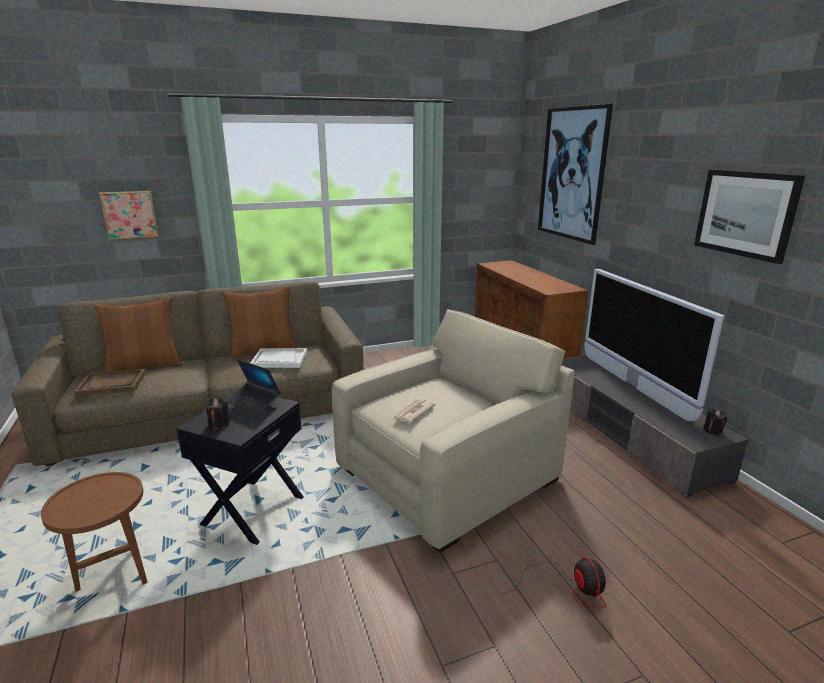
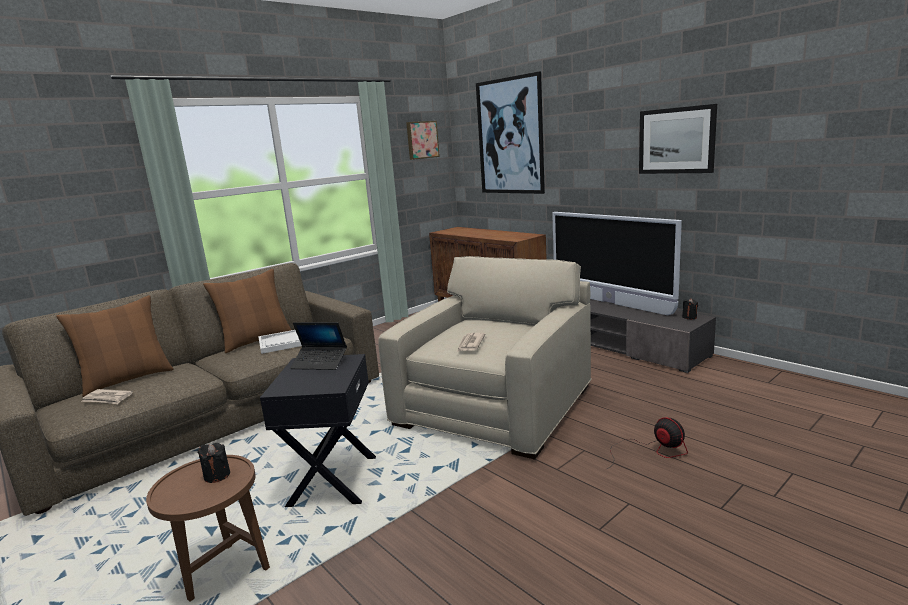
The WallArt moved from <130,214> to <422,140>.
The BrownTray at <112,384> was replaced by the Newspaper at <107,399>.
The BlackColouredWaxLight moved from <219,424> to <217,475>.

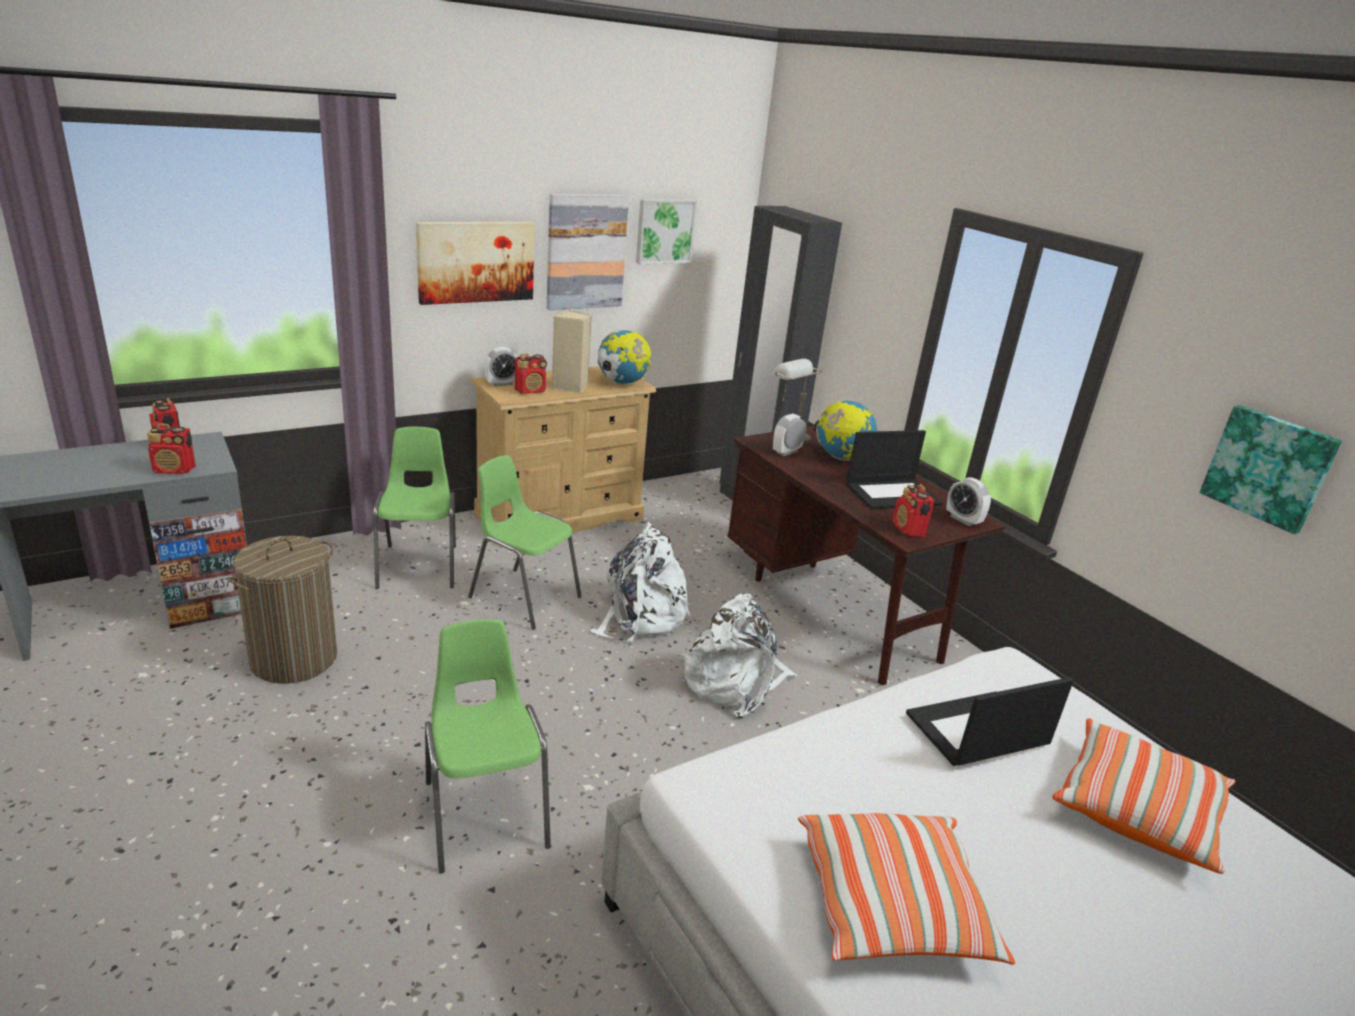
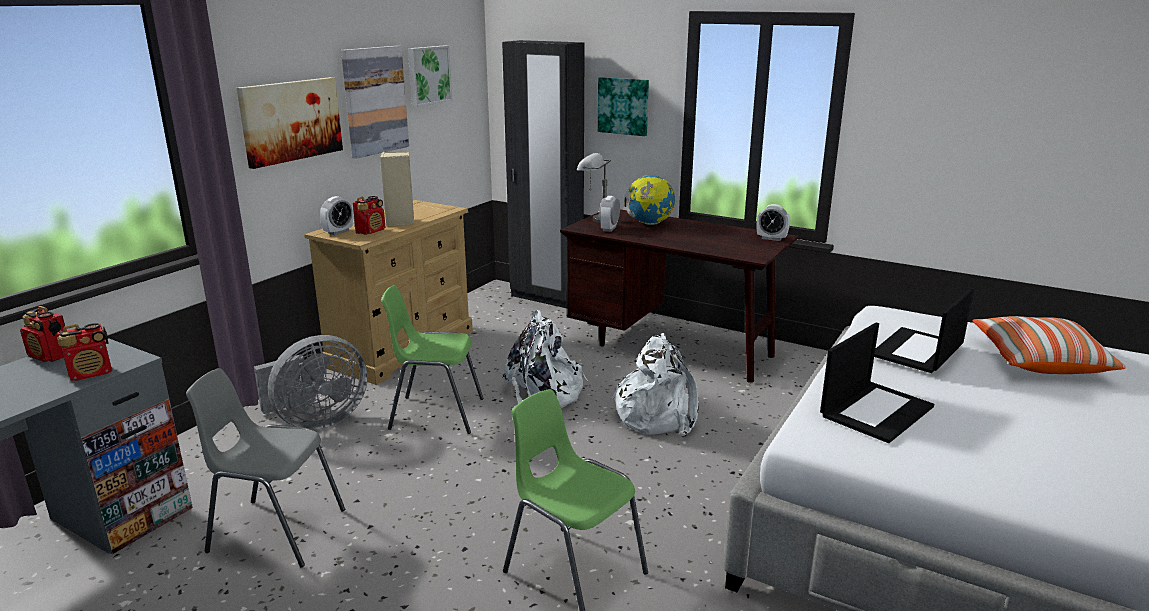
The Globe at <622,383> disappeared.
The WallArt moved from <1269,467> to <624,106>.
The GreenPlainChair at <419,566> was replaced by the GrayCoolingFan at <316,421>.
The Laptop moved from <893,494> to <876,410>.
The RadioSet at <908,530> disappeared.
The WashingBasket at <294,659> was replaced by the GrayPlainChair at <276,531>.
The Cushion at <892,907> disappeared.

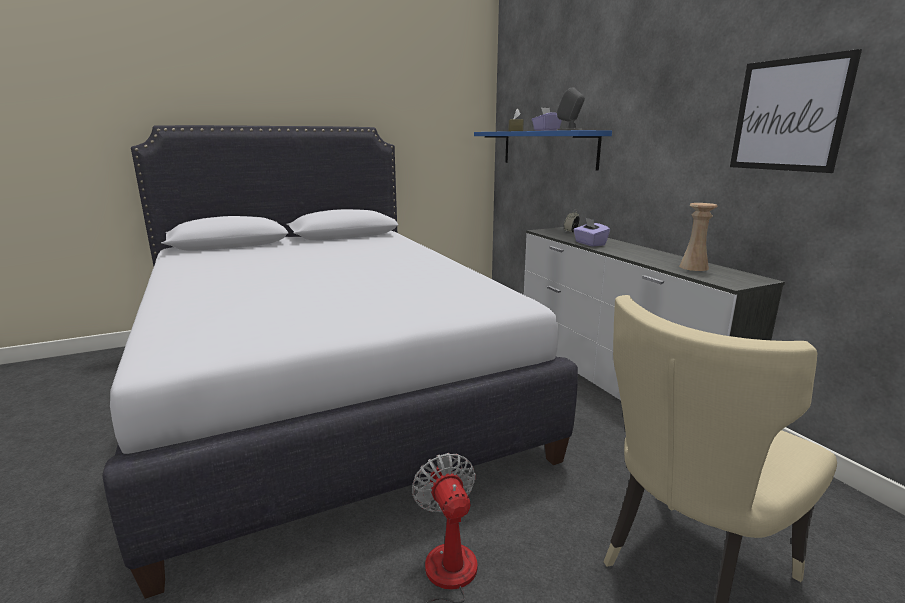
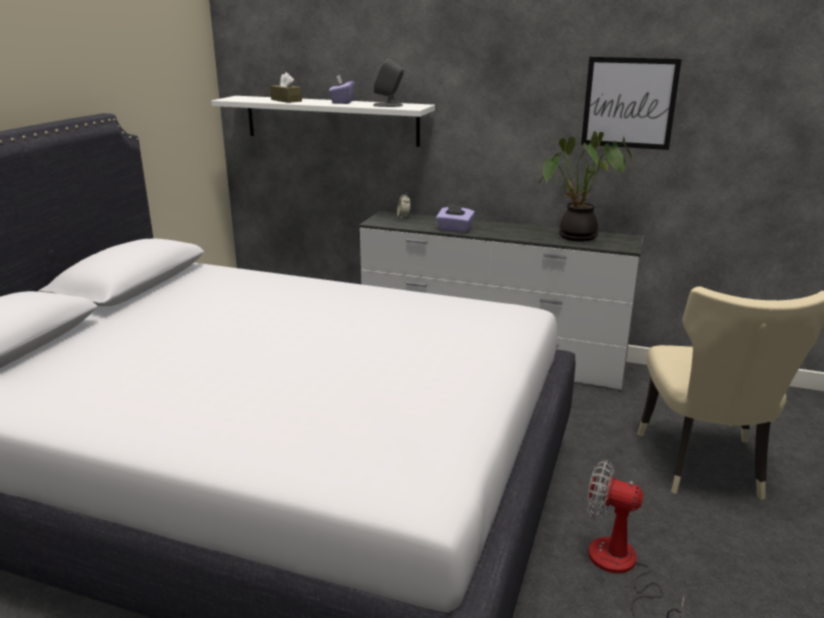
The BlueColouredBracketShelf at <547,148> became the WhitishBracketShelf at <331,120>.
The BeigeVase at <693,267> was replaced by the PottedPlant at <576,237>.

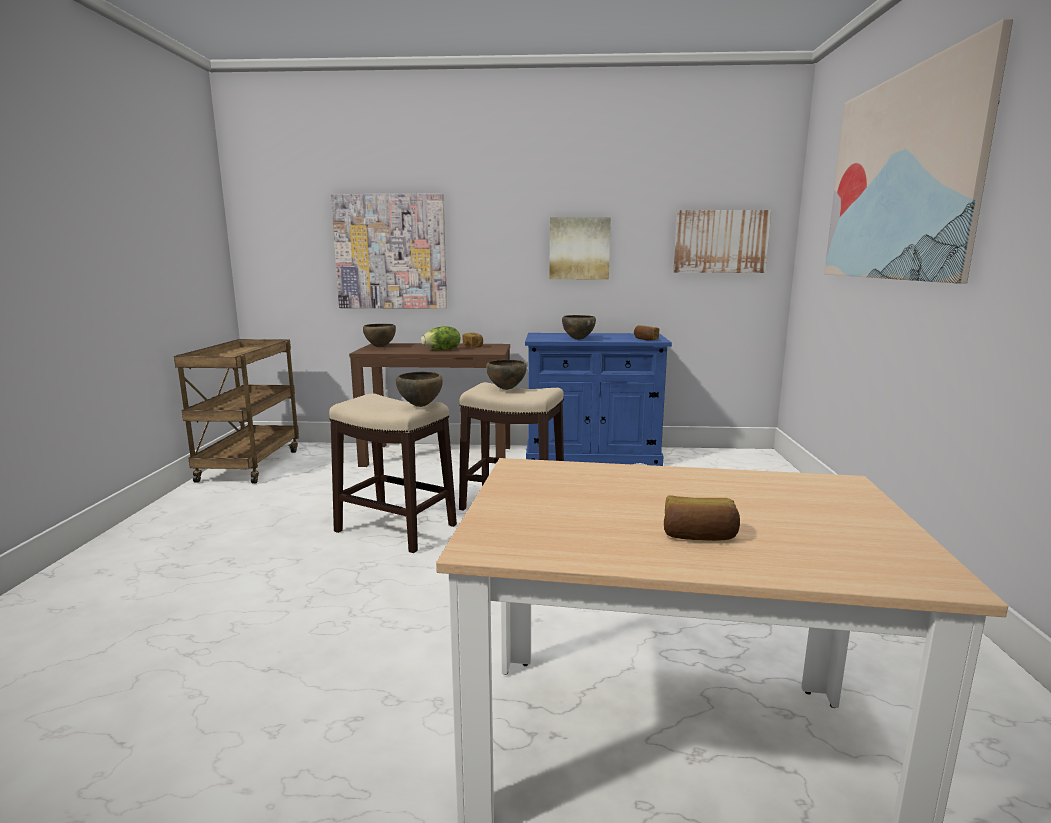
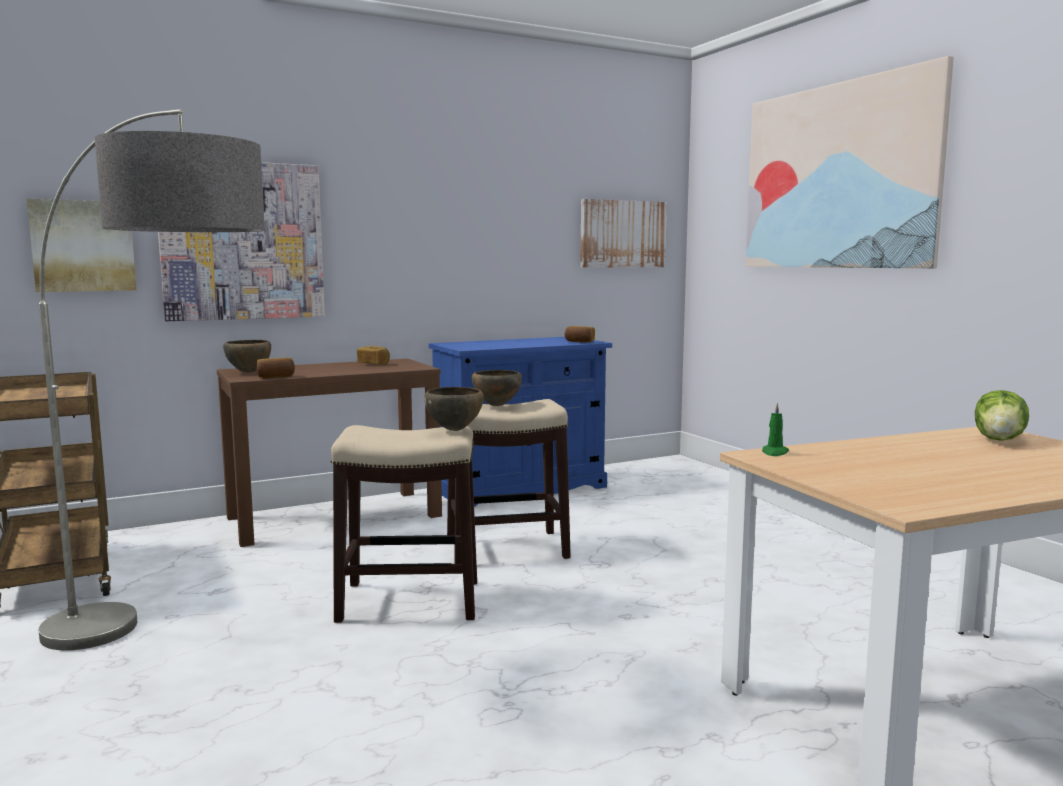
The WallArt moved from <579,248> to <83,246>.
The BrownBowl at <578,339> disappeared.
The LettuceHead moved from <442,350> to <1000,440>.
The BakeryBread moved from <698,536> to <275,377>.
The FloorLamp at <171,647> appeared.
The GreenWaxLight at <774,453> appeared.

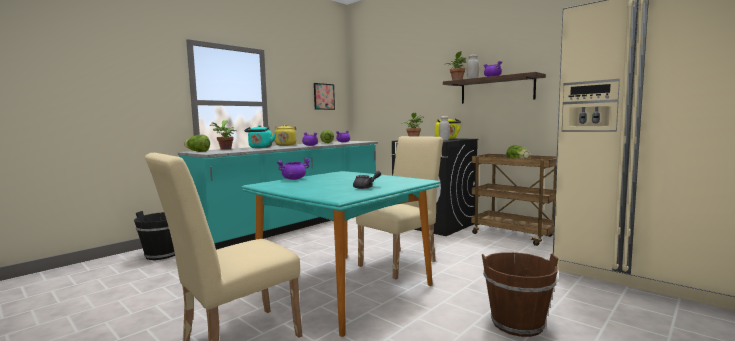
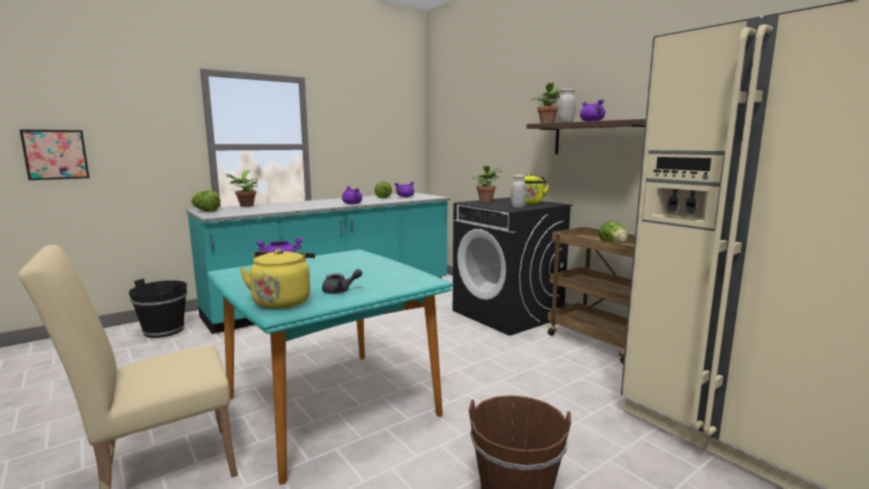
The WallArt moved from <324,96> to <56,154>.
The TurquoiseColouredWaterKettle at <260,147> disappeared.
The YellowColouredWaterKettle moved from <285,145> to <282,301>.
The BeigePlainChair at <401,261> disappeared.

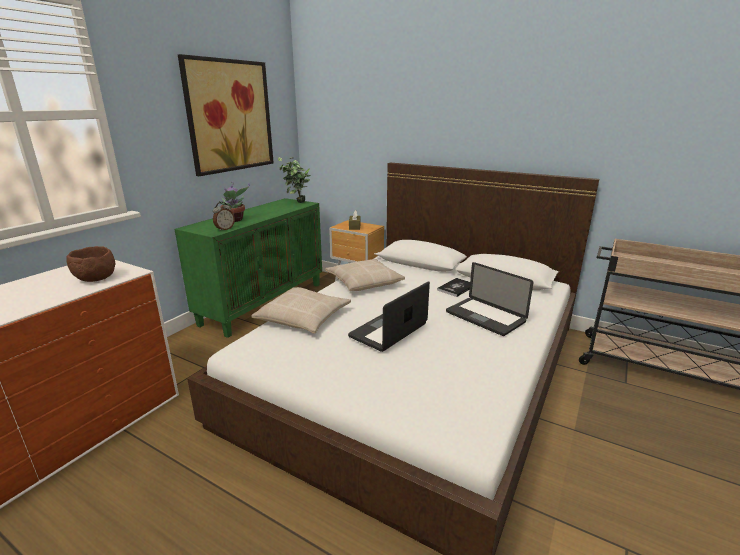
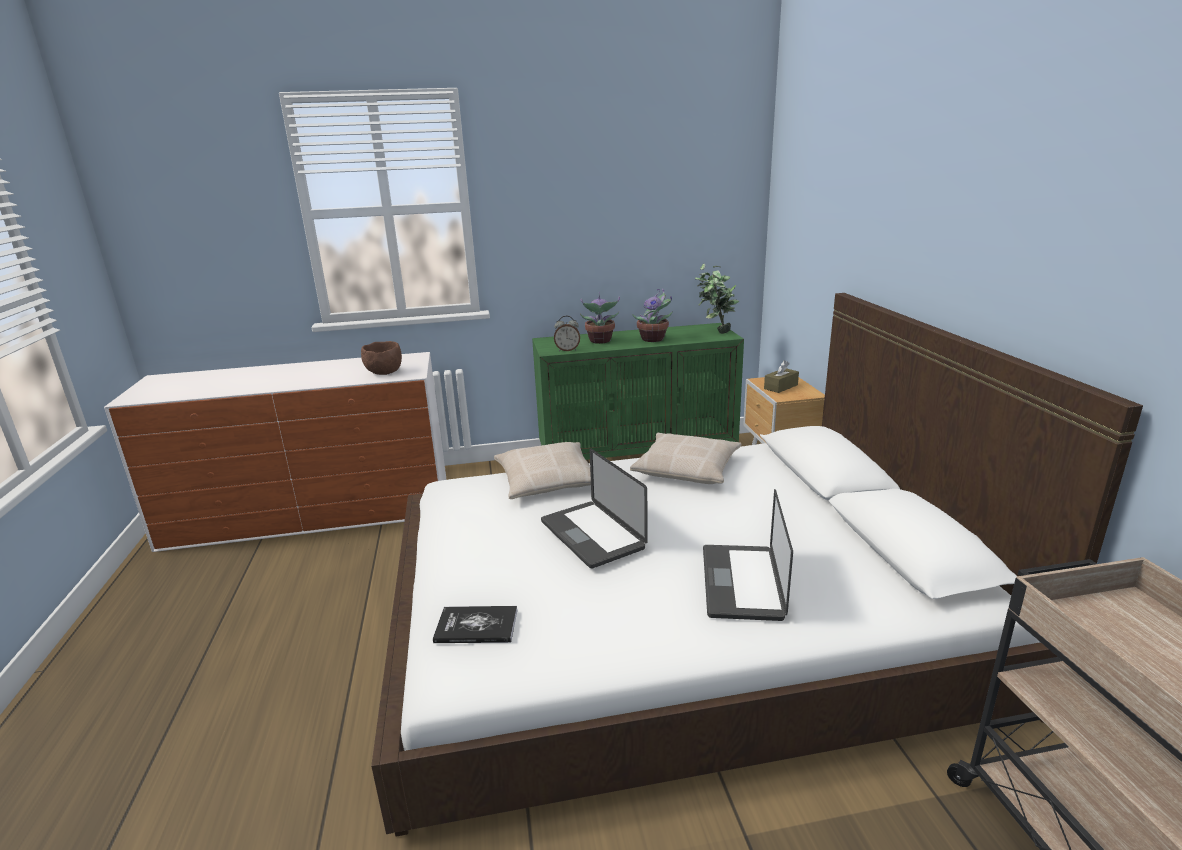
The WallArt at <230,116> disappeared.
The Volume moved from <456,288> to <476,626>.
The Laptop at <388,330> turned 120 degrees counterclockwise.
The PottedPlant at <654,339> appeared.

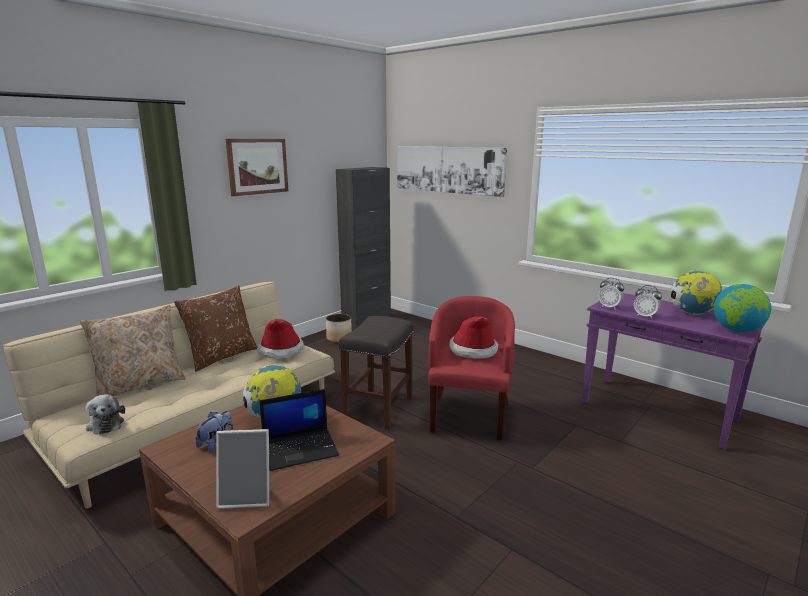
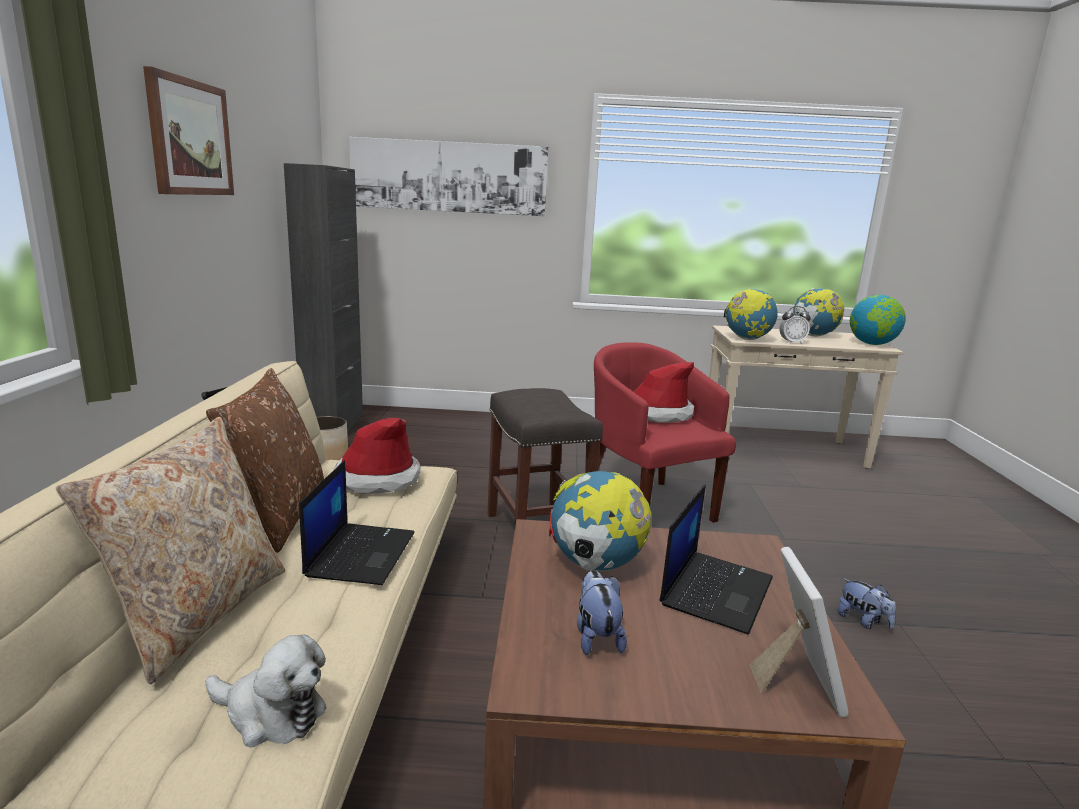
The AlarmClock at <609,307> was replaced by the Globe at <747,339>.
The PurpleColouredHallTable at <659,411> became the BeigeHallTable at <783,450>.
The PictureFrame at <247,496> turned 45 degrees counterclockwise.
The Laptop at <360,553> appeared.
The SoftToy at <863,621> appeared.

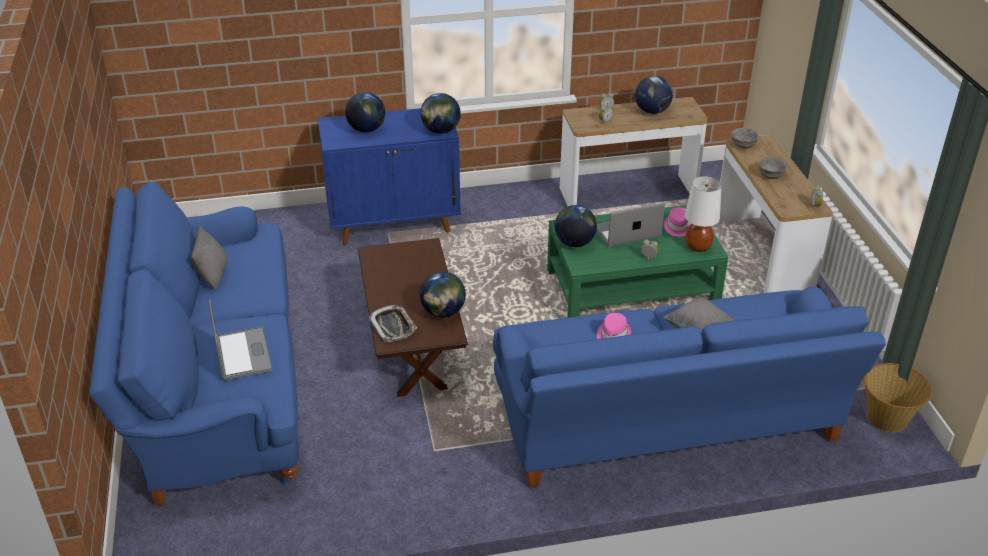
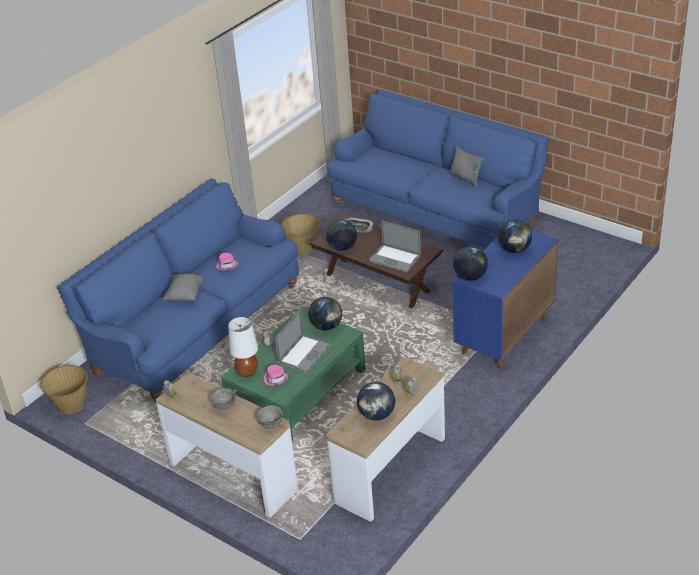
The Laptop moved from <243,354> to <394,258>.
The HouseholdBasket at <303,248> appeared.

